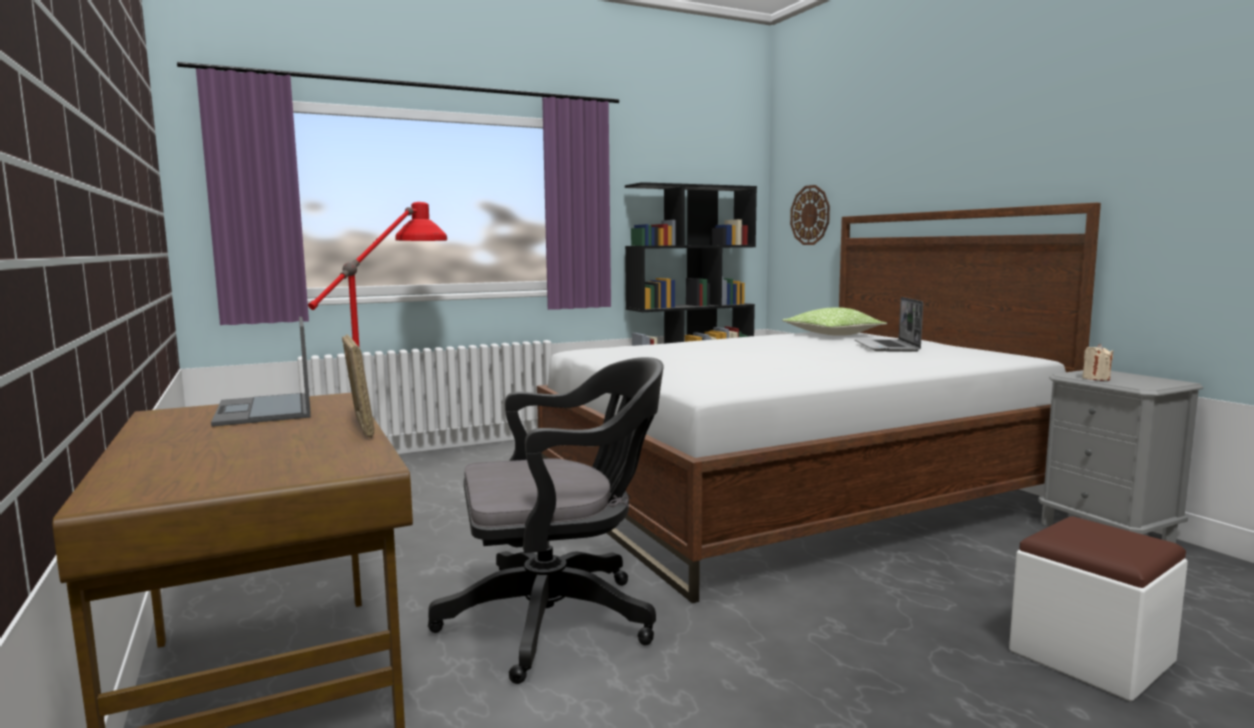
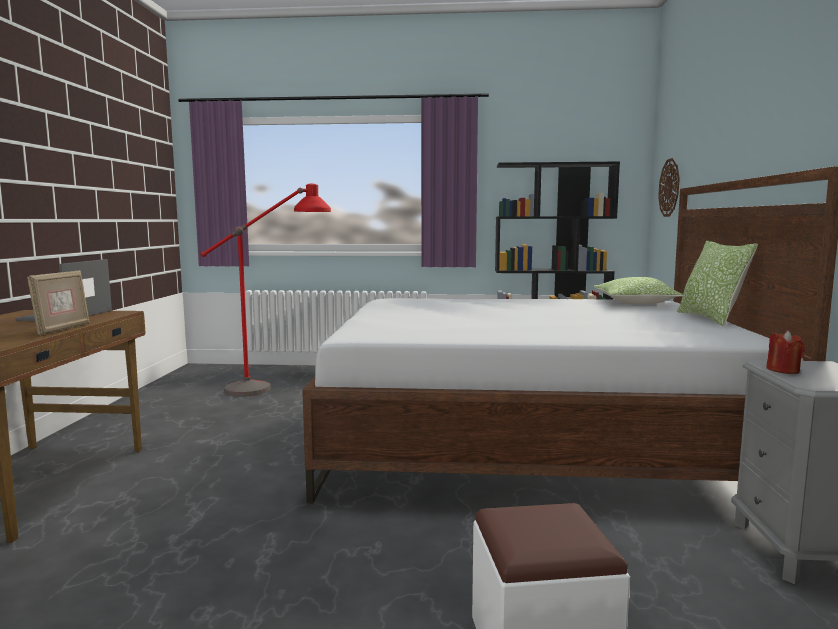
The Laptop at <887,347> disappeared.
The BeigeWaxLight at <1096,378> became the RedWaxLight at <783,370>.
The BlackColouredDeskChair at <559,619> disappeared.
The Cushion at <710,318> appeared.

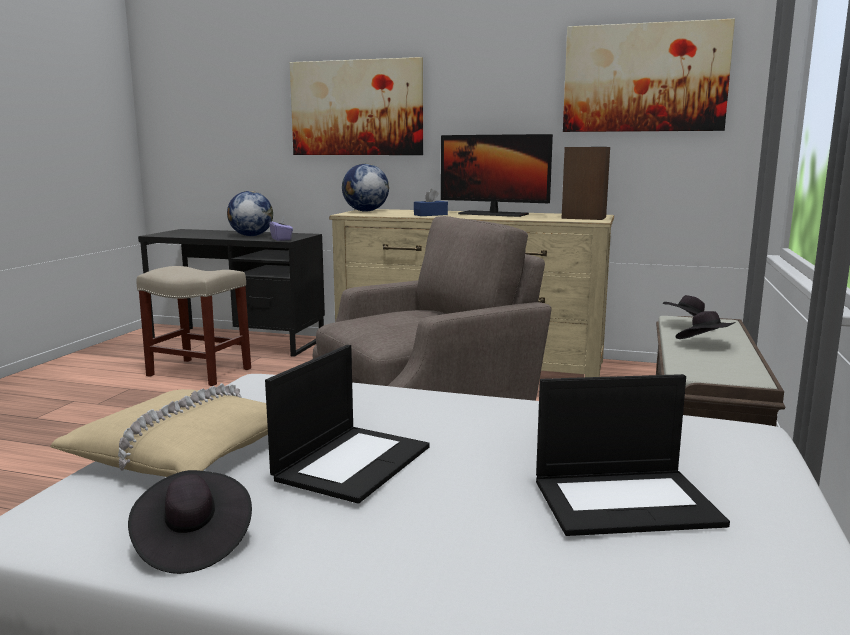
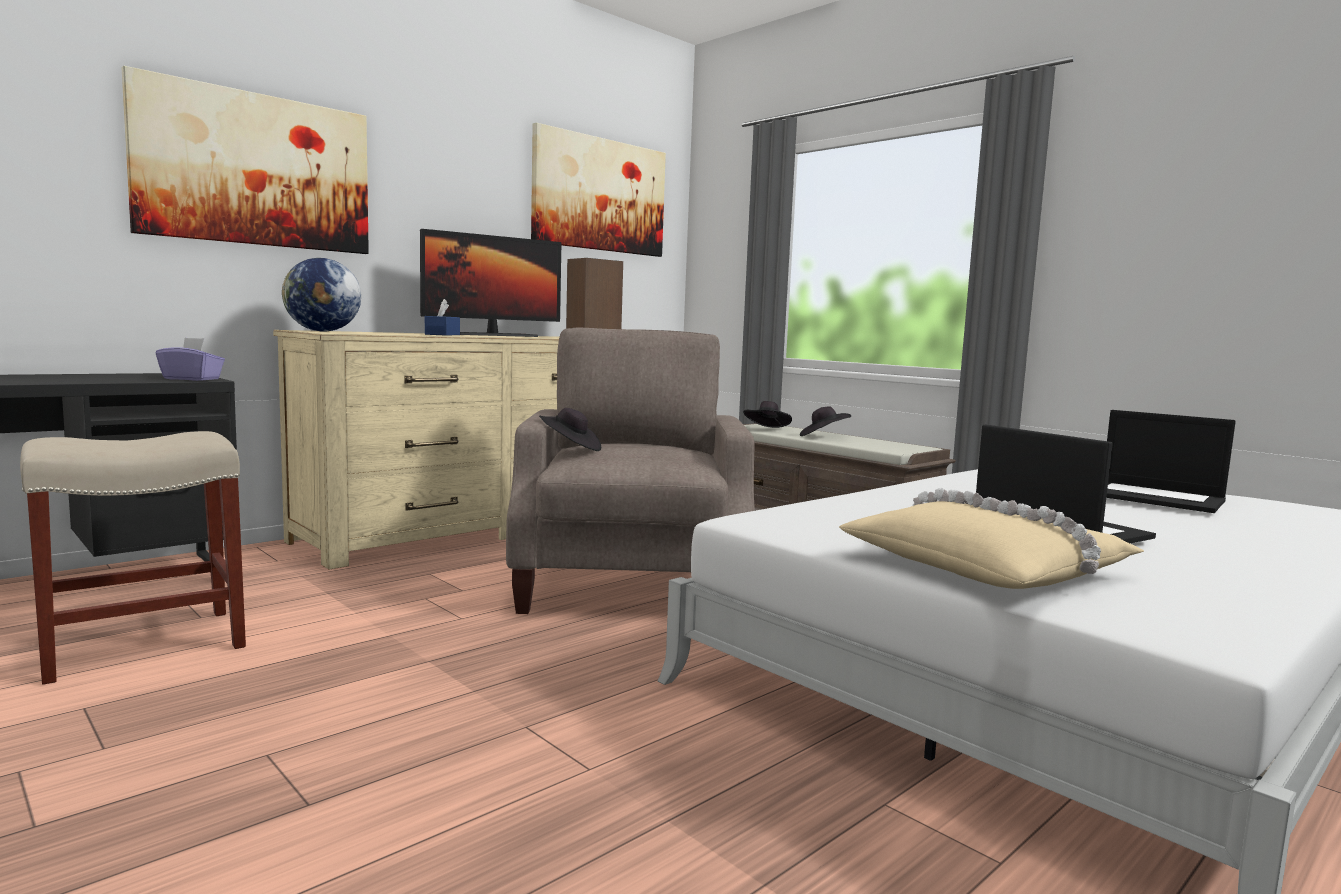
The Globe at <251,236> disappeared.
The Laptop at <626,501> turned 105 degrees clockwise.
The BlackColouredWearableHat moved from <192,543> to <570,448>.

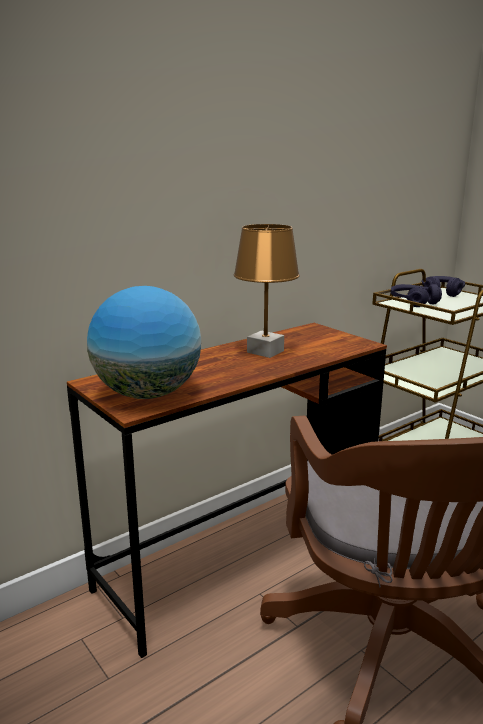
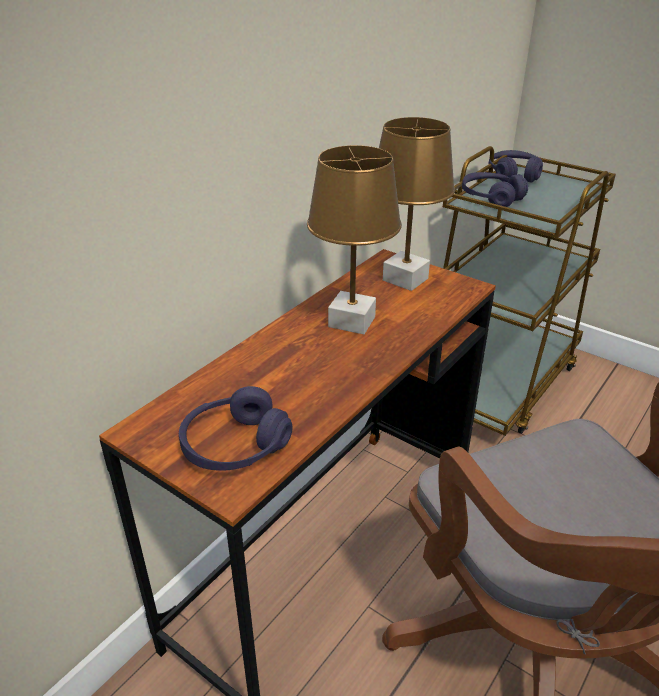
The Globe at <147,394> was replaced by the PurpleColouredHeadset at <235,446>.
The BrownLampForATable at <406,279> appeared.

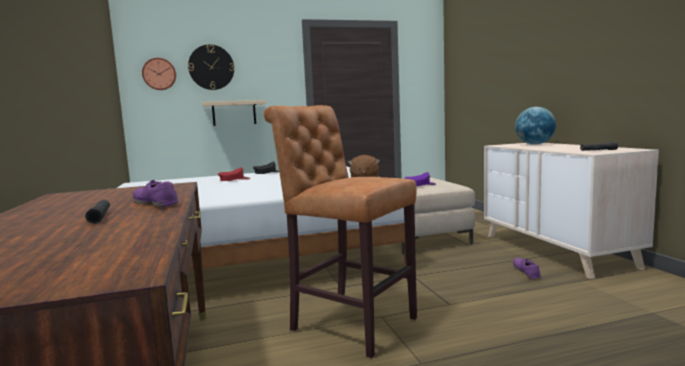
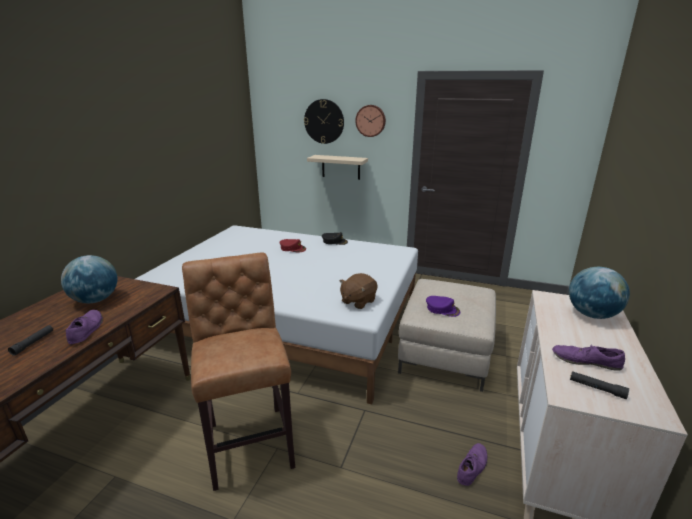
The HangingClock moved from <159,74> to <370,120>.
The Globe at <95,300> appeared.
The PurpleColouredShoe at <585,361> appeared.

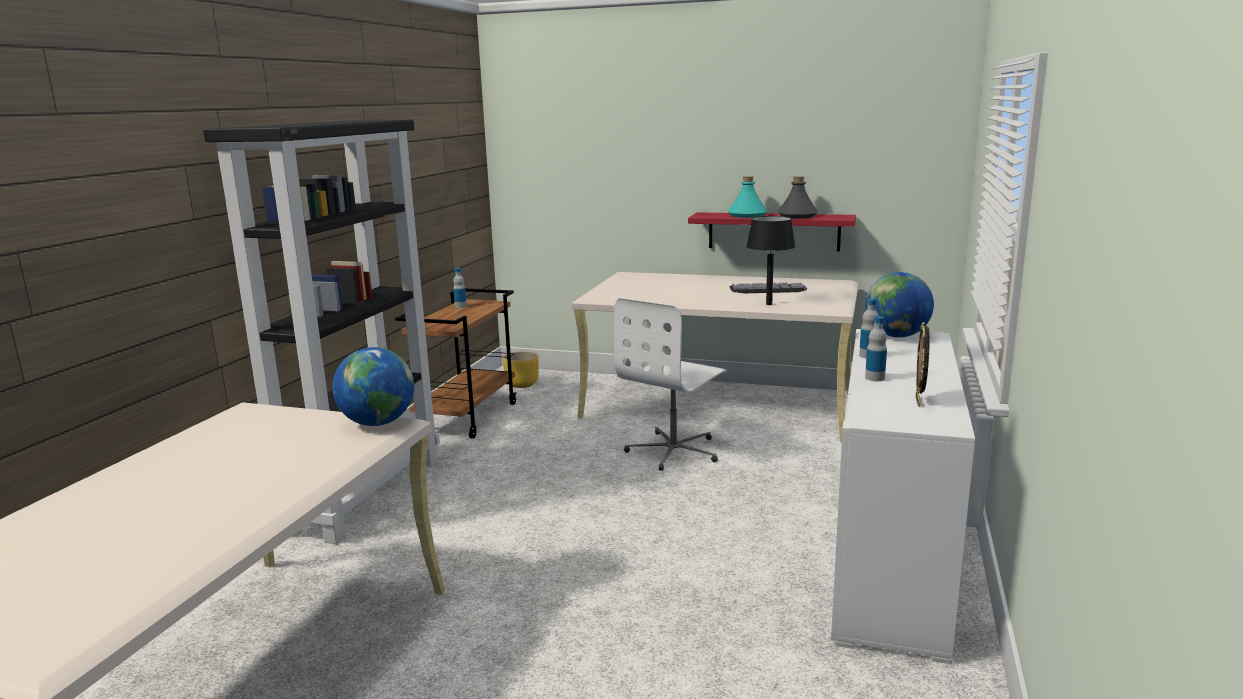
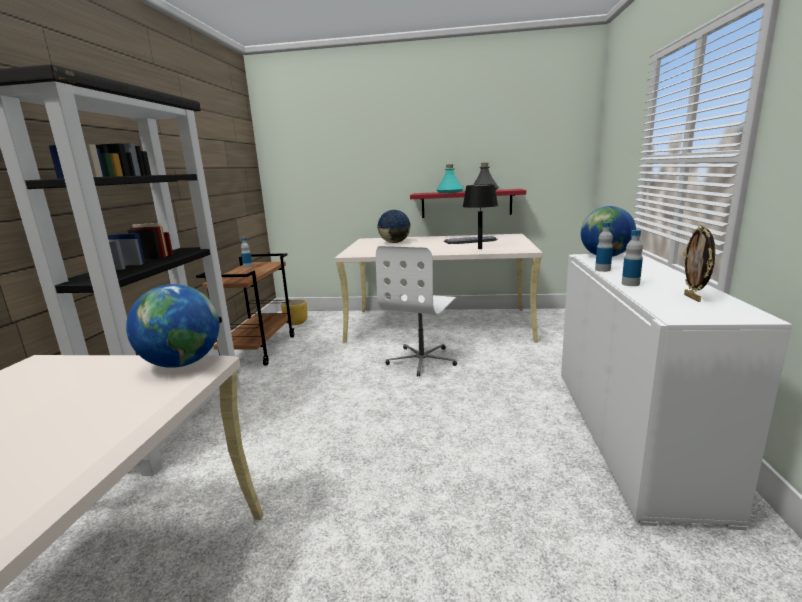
The Globe at <395,242> appeared.

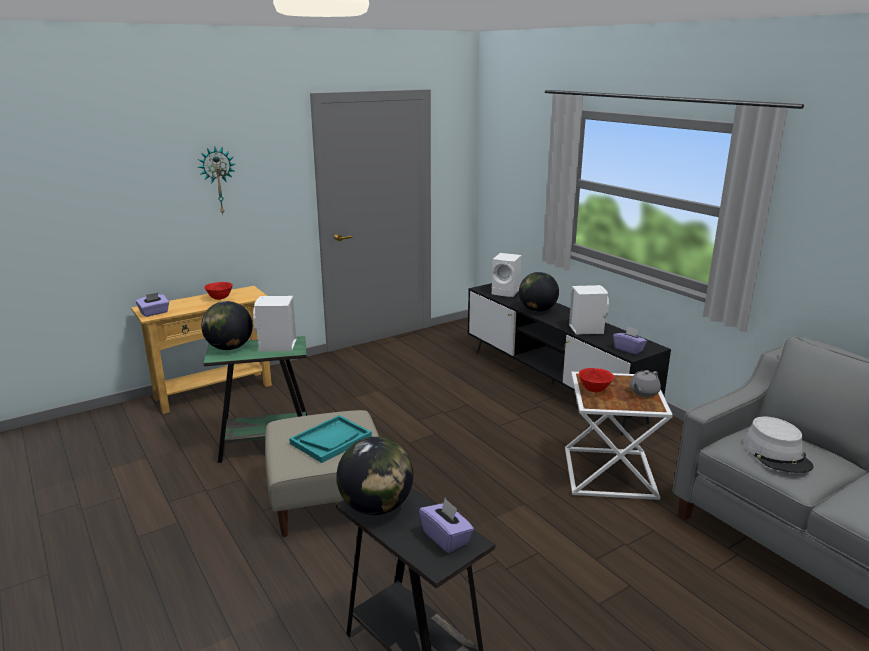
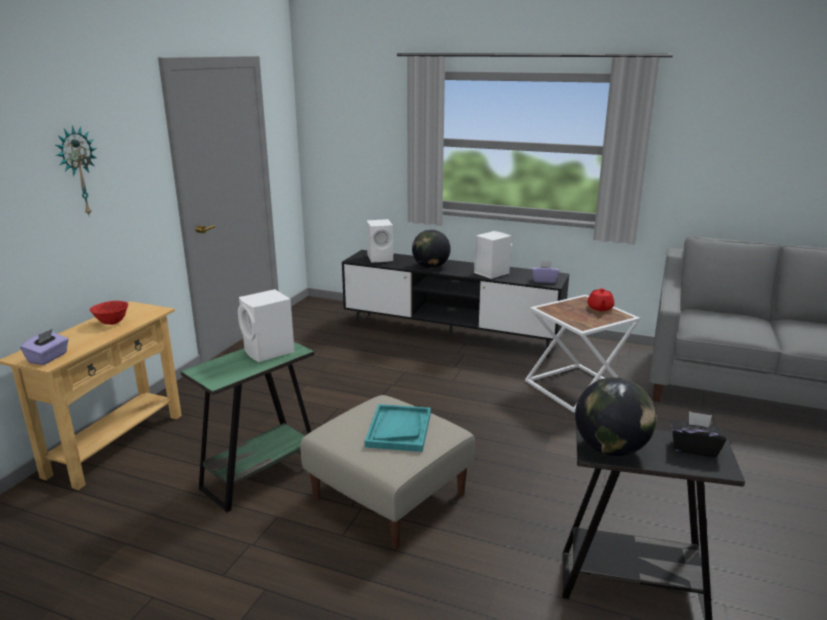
The Globe at <229,348> disappeared.
The RedBowl at <594,390> disappeared.
The GrayTeapot at <643,392> became the RedTeapot at <600,308>.
The GrayWearableHat at <777,454> disappeared.
The PurpleColouredBoxOfTissues at <446,538> became the BlackColouredBoxOfTissues at <694,448>.

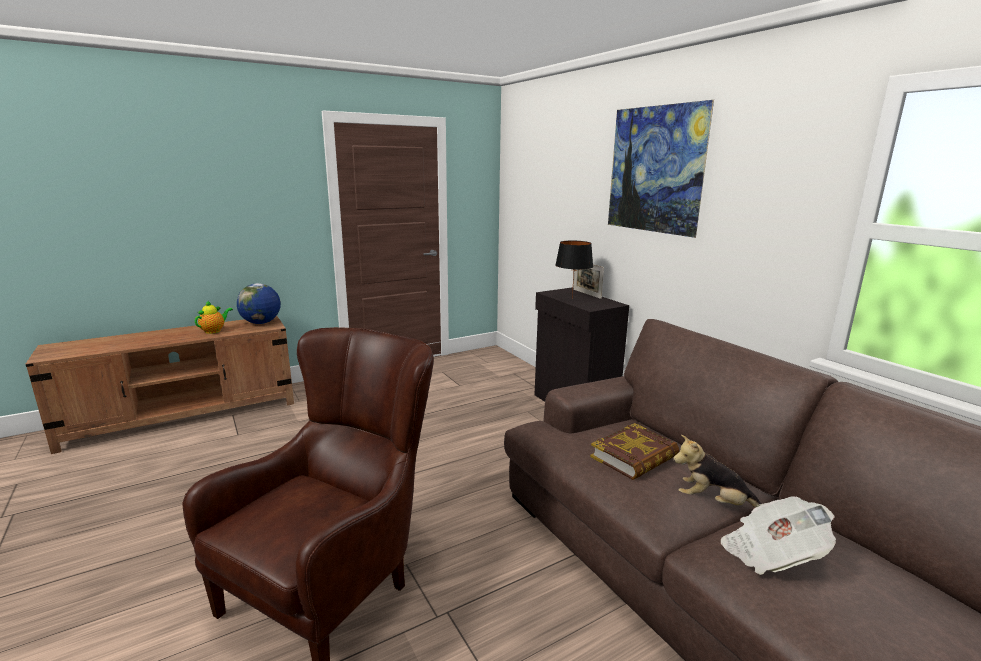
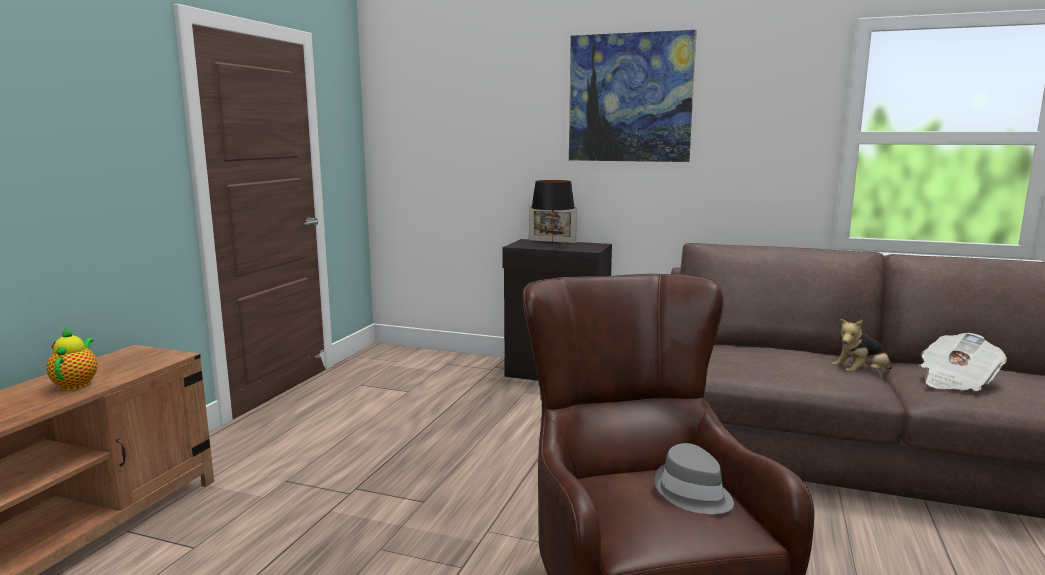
The Globe at <261,323> disappeared.
The Volume at <634,457> disappeared.
The GrayWearableHat at <692,493> appeared.

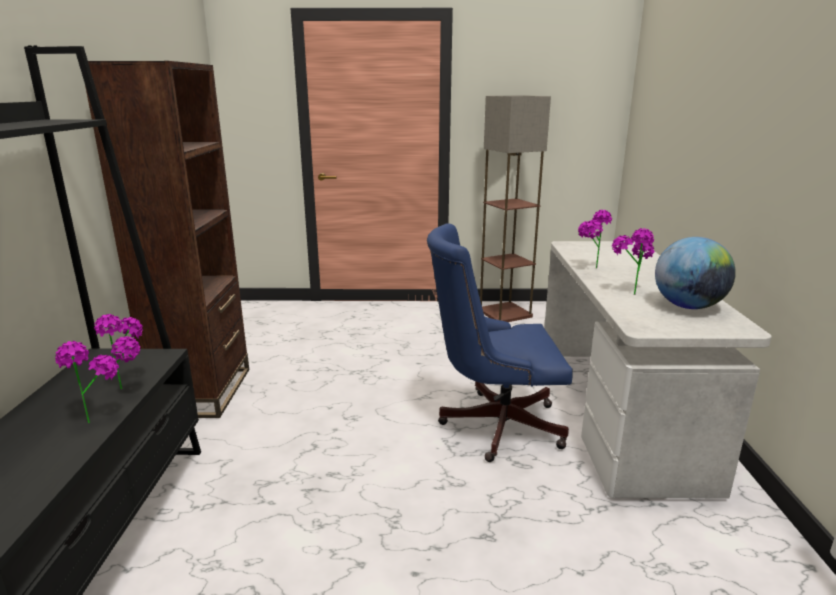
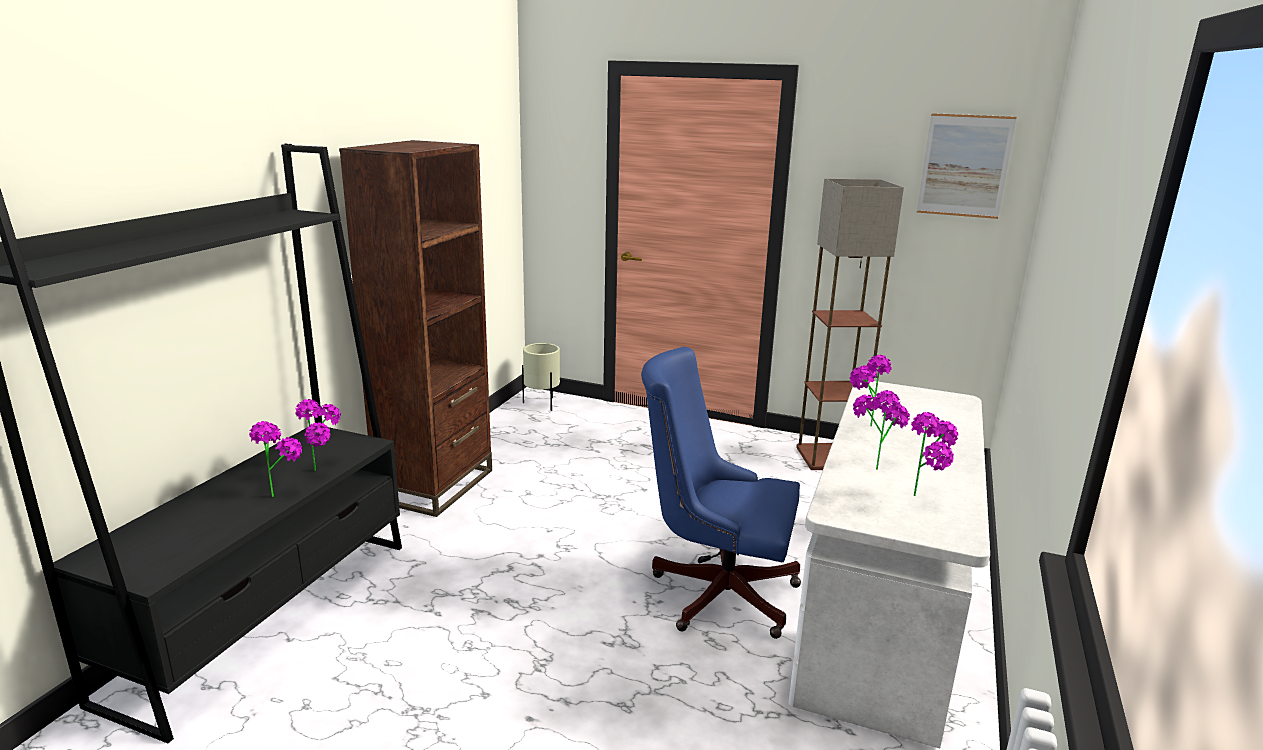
The Globe at <688,306> was replaced by the PottedPlant at <926,497>.
The WallArt at <964,166> appeared.
The BeigeFlowerPot at <542,404> appeared.

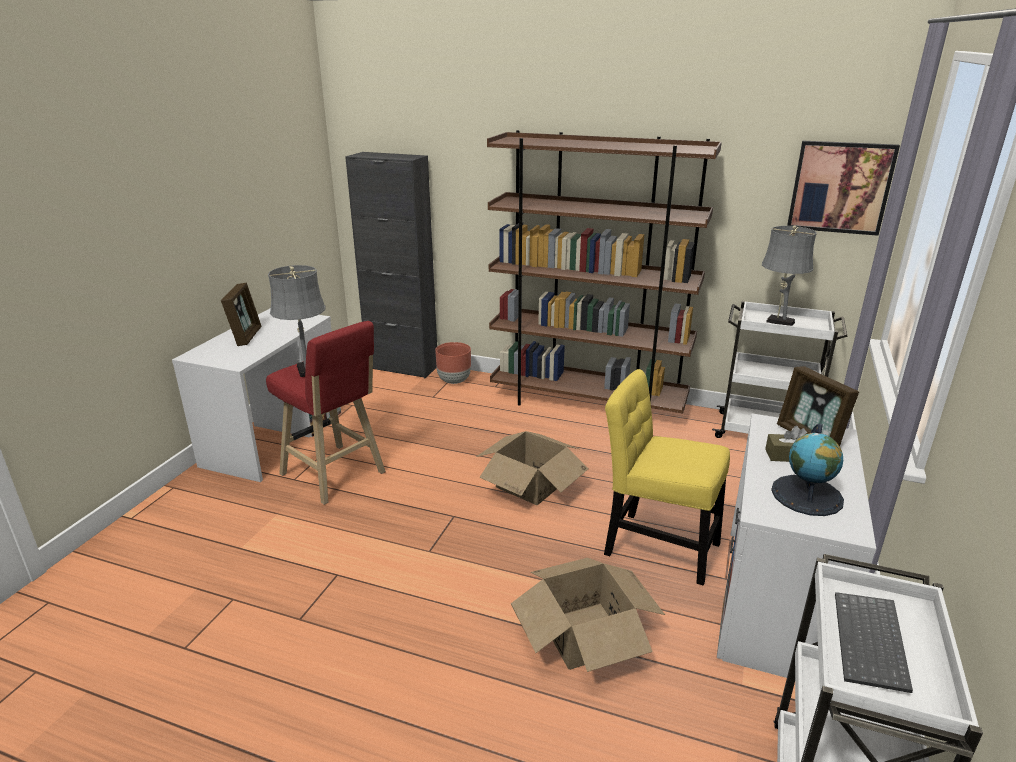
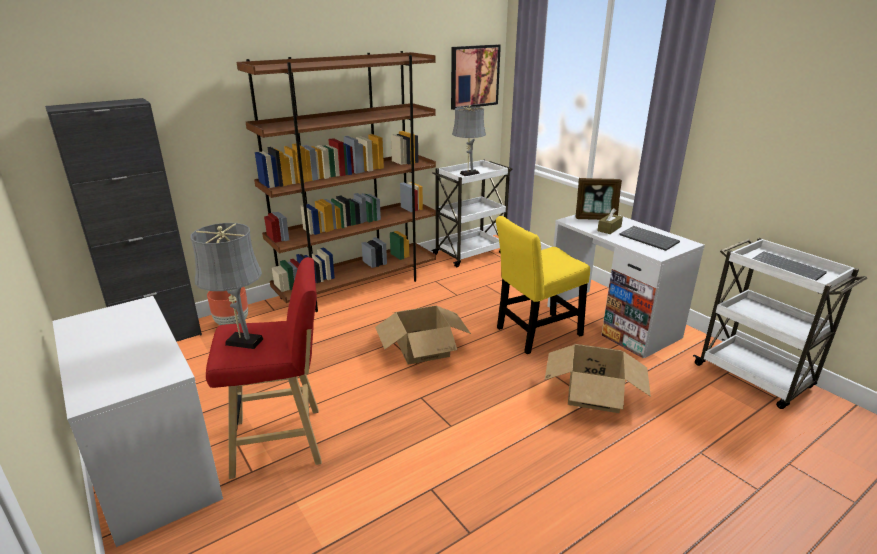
The PictureFrame at <246,336> disappeared.
The Globe at <807,495> was replaced by the PcKeyboard at <650,239>.

